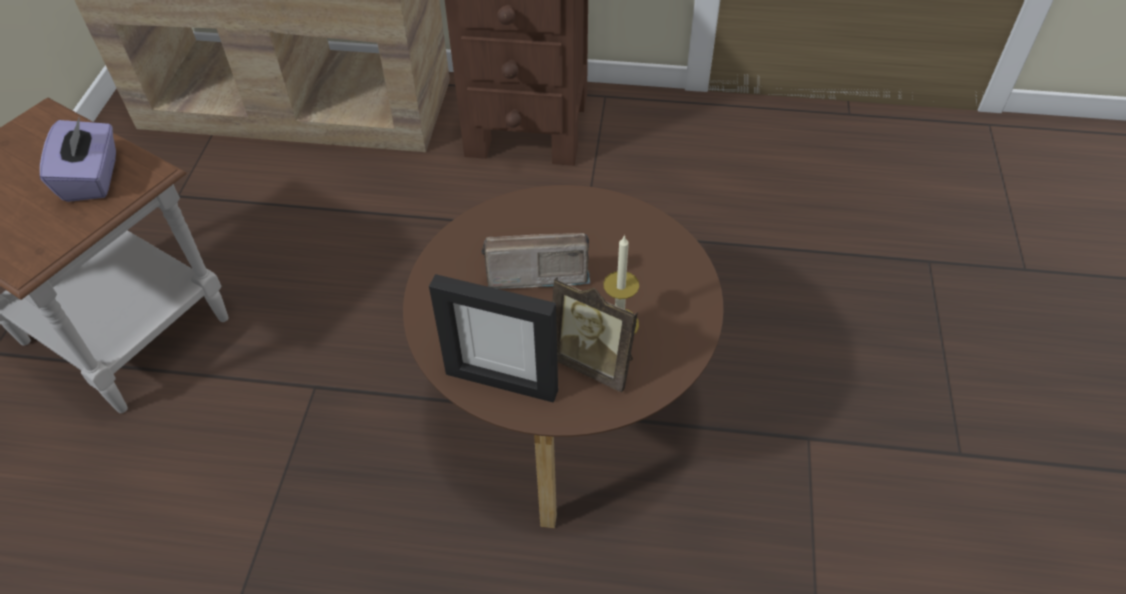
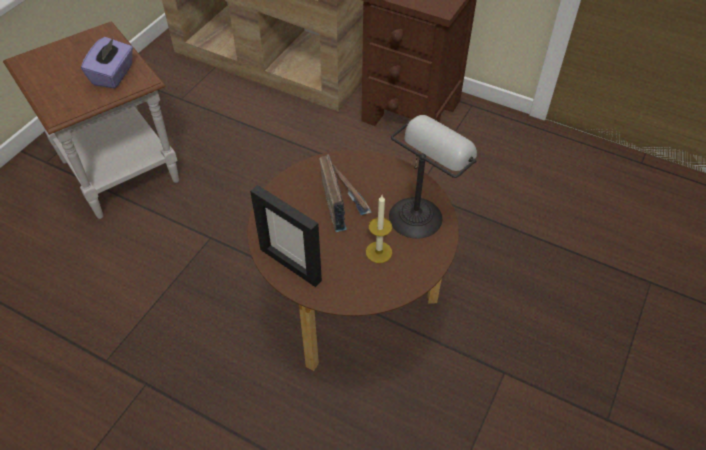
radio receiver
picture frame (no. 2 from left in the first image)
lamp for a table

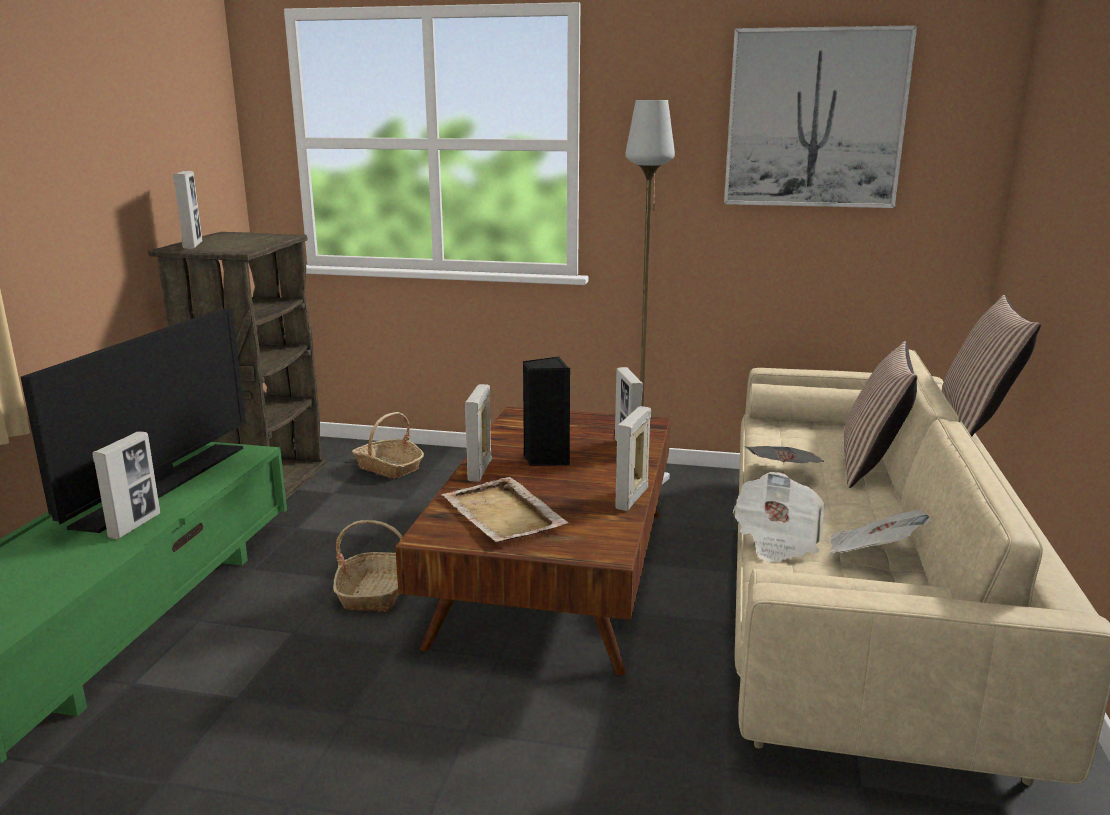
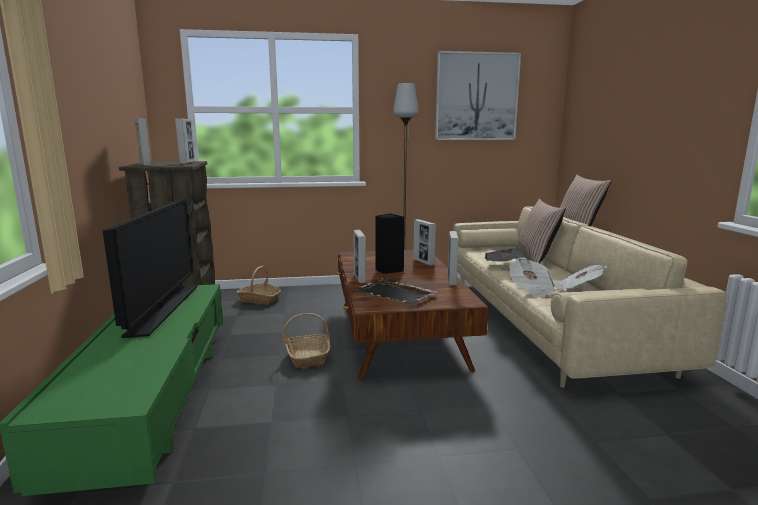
picture frame (no. 2 from left)
black-coloured tray

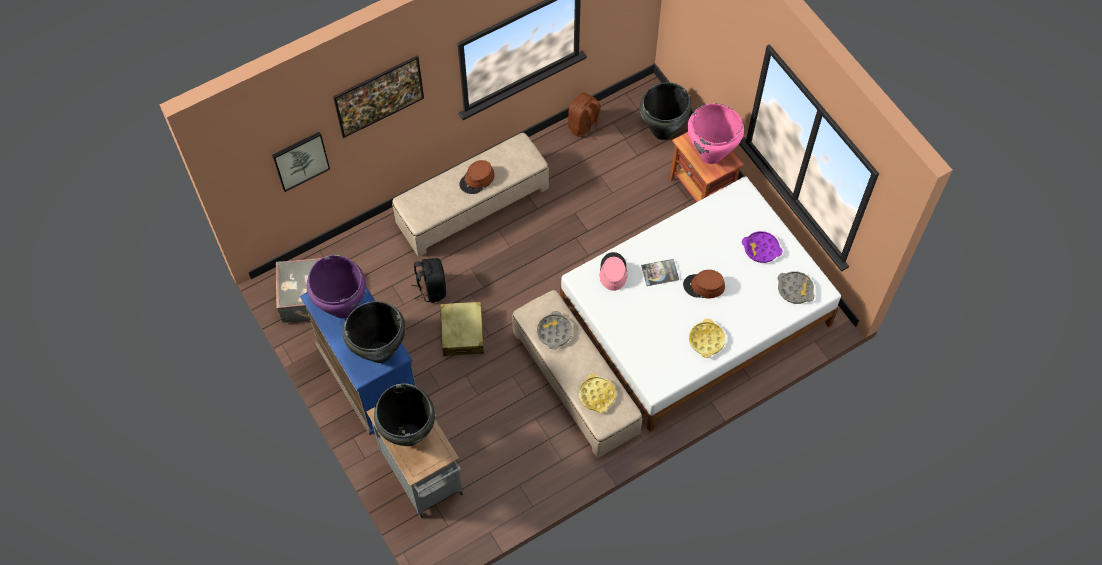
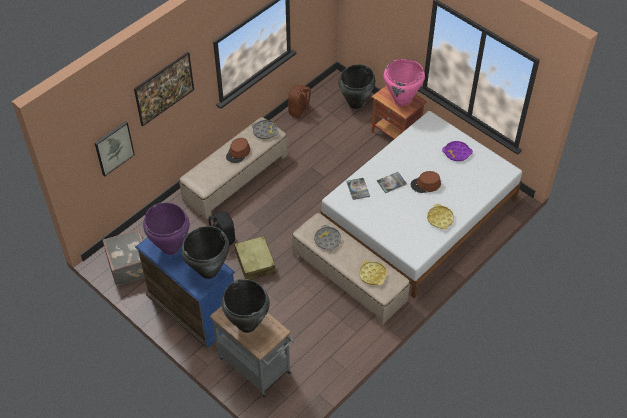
volume (no. 1 from left)
grey tray (no. 1 from left)

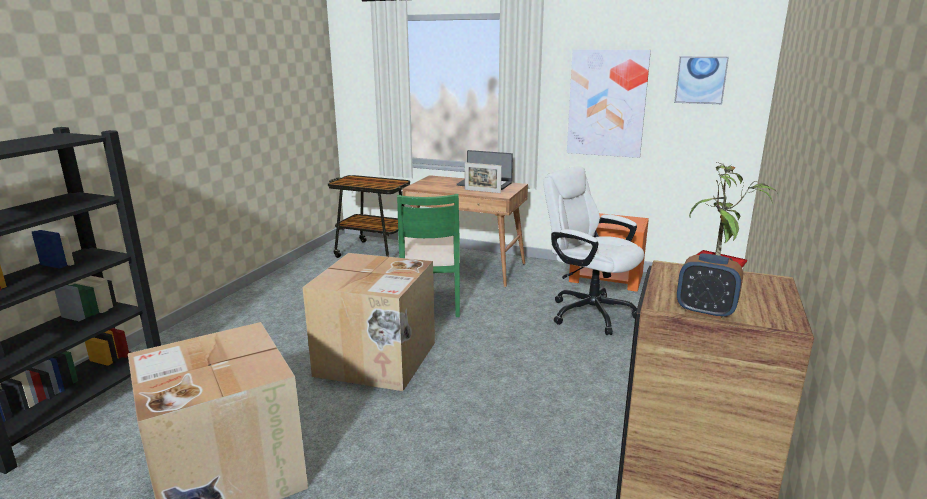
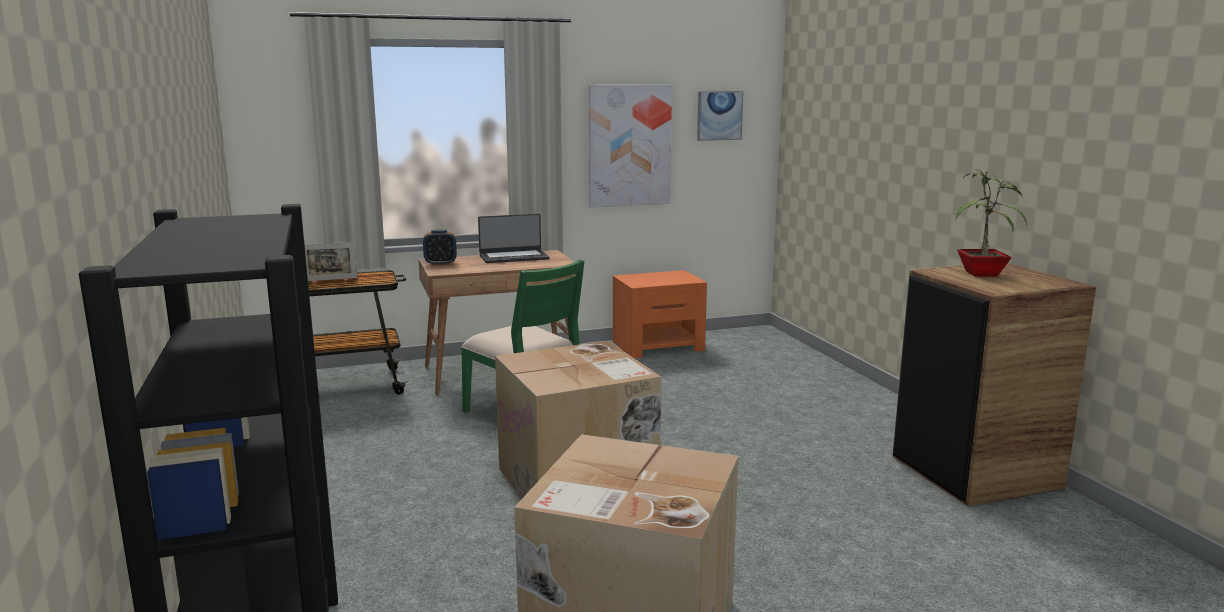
picture frame
whitish computer chair
bedside clock

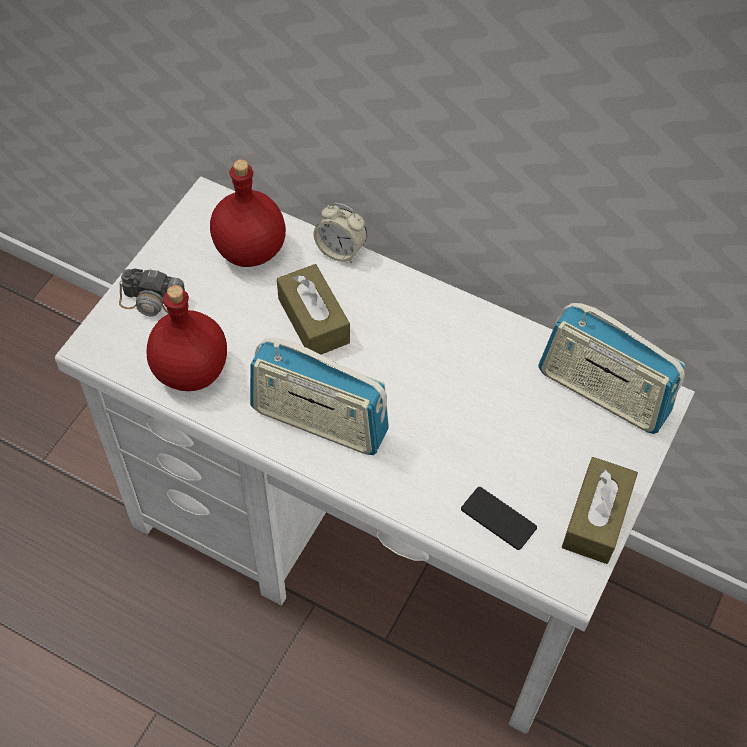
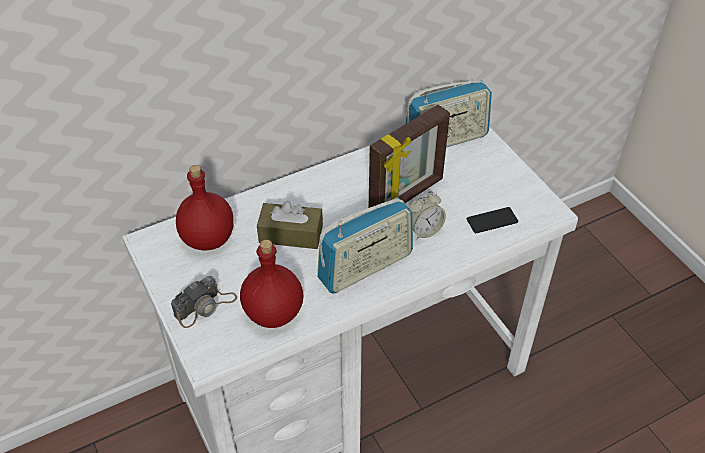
bedside clock
brown-coloured box of tissues (no. 2 from left in the first image)
picture frame

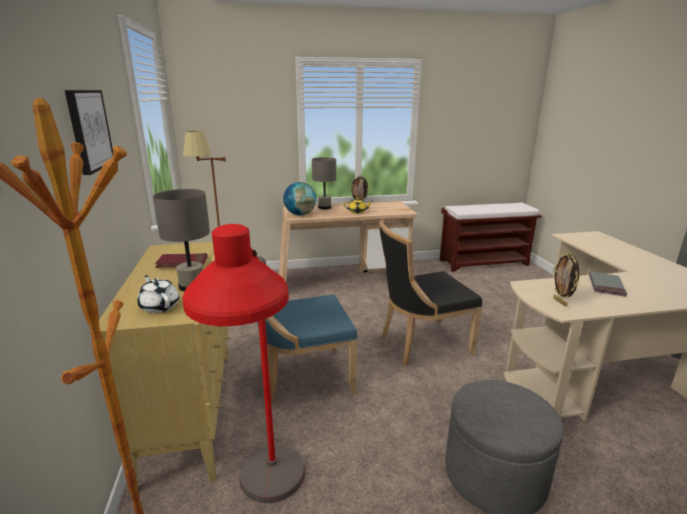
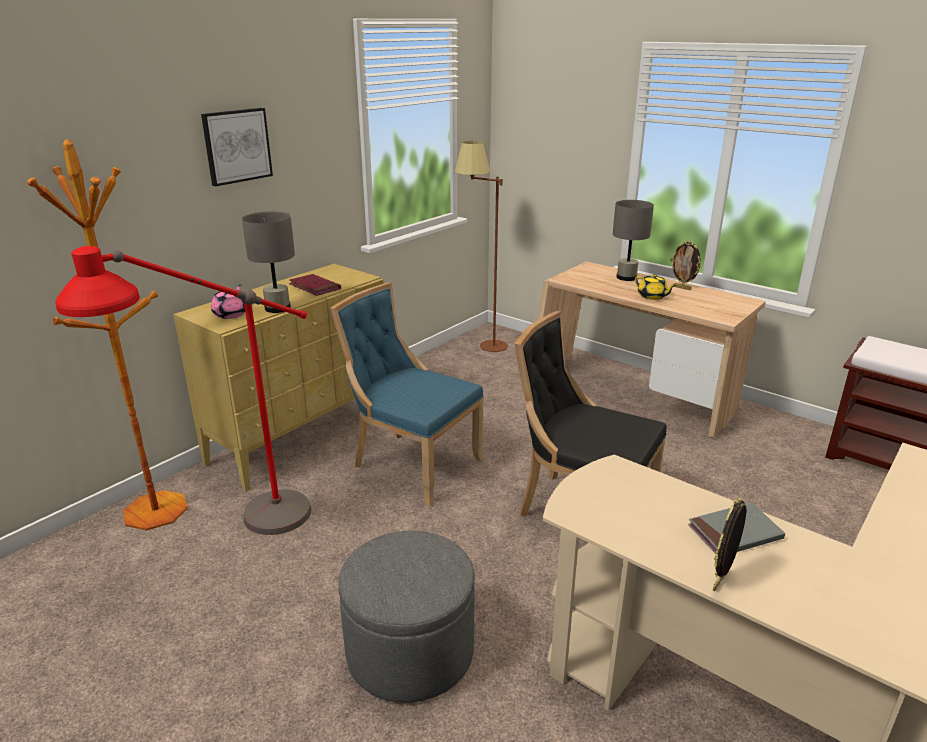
pinkish teapot
globe
picture frame (no. 2 from left)

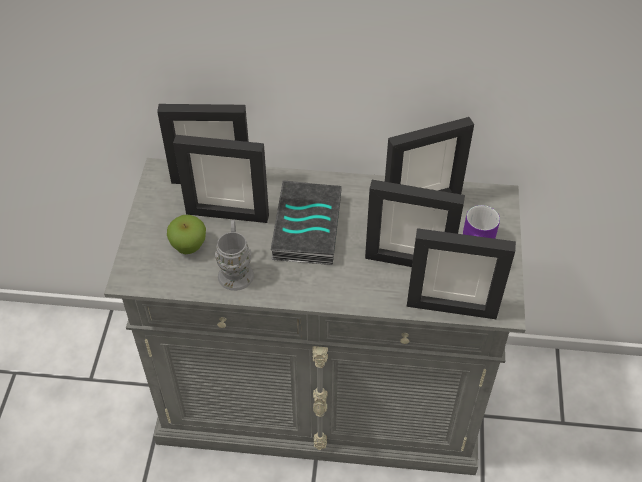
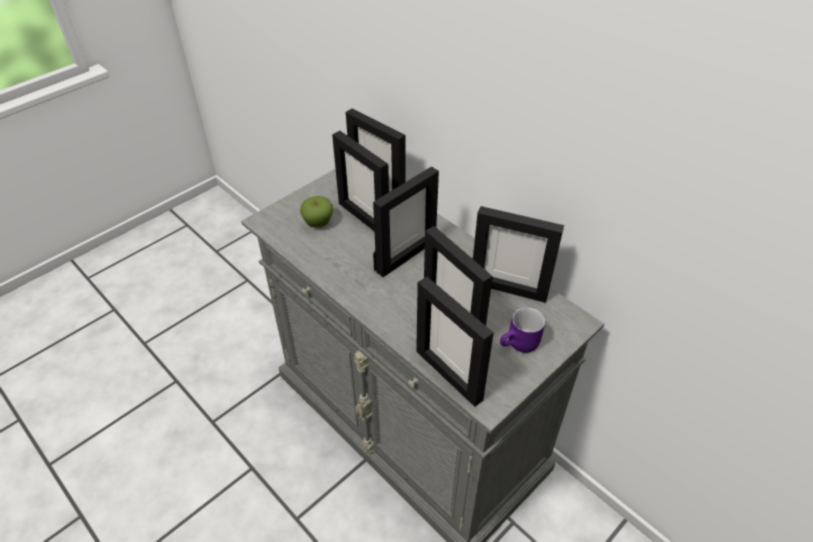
grey tea mug
picture frame (no. 3 from left)

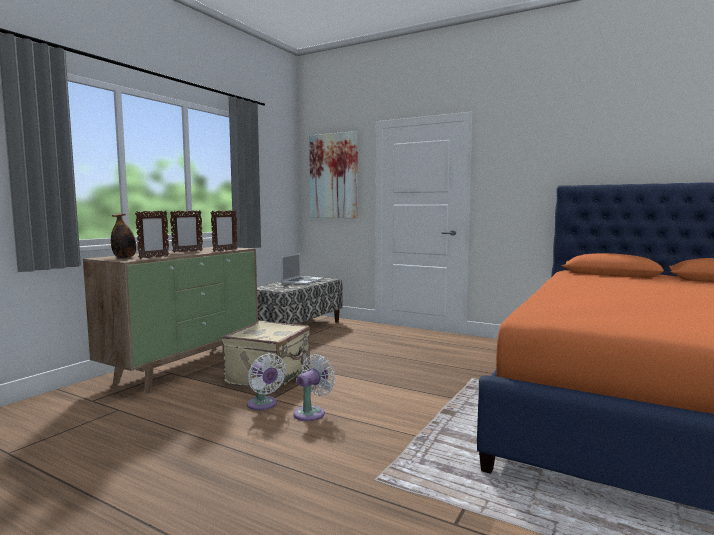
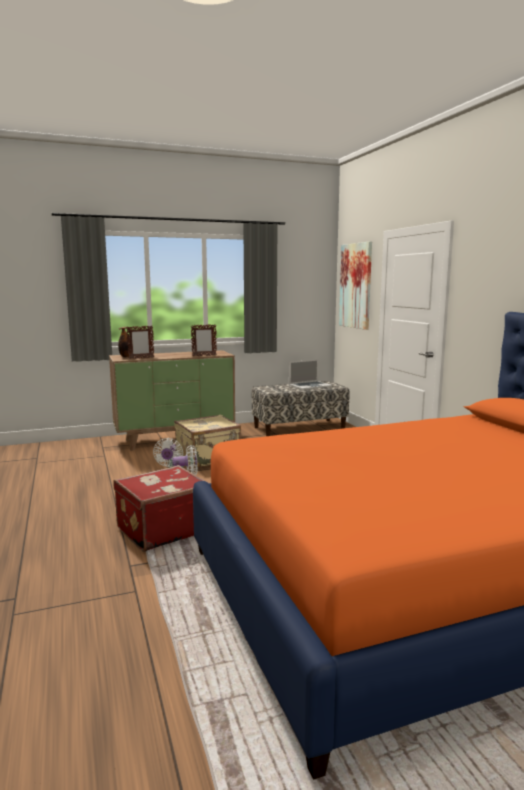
picture frame (no. 2 from left in the first image)
red-coloured piece of luggage

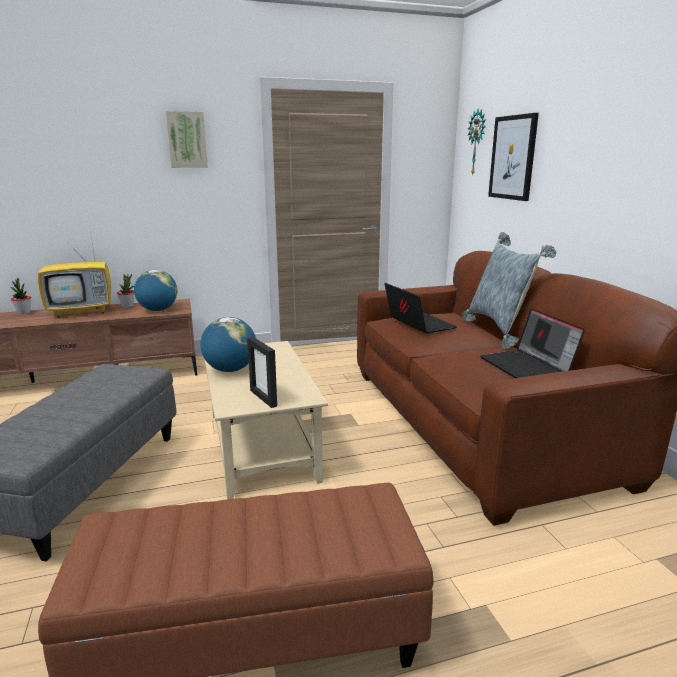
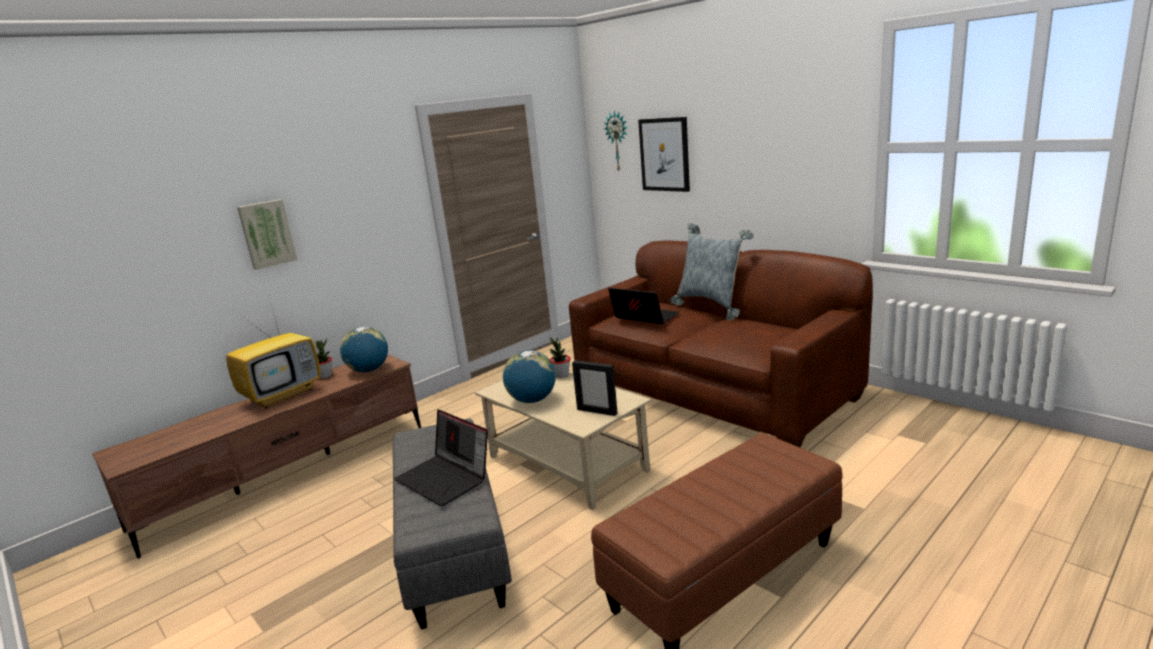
houseplant (no. 2 from left)
wall art (no. 1 from left)
laptop (no. 1 from left)

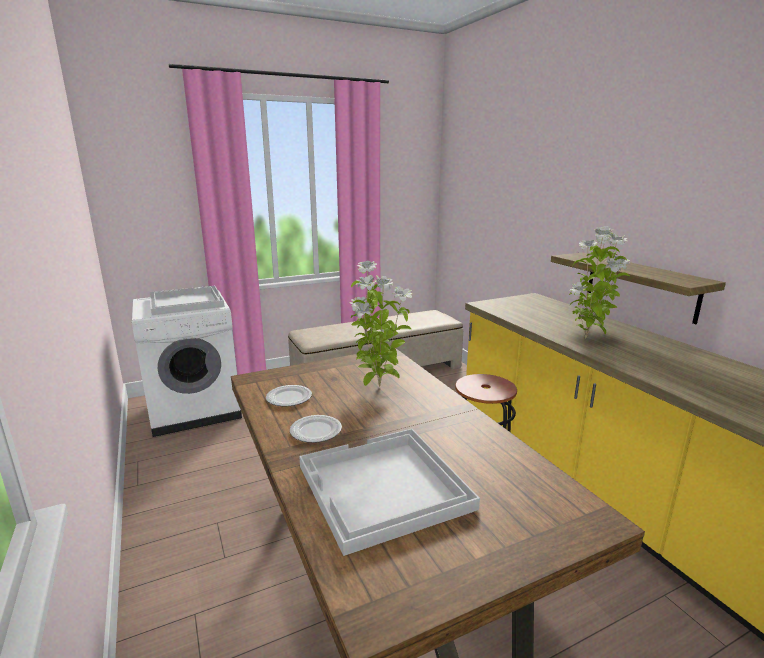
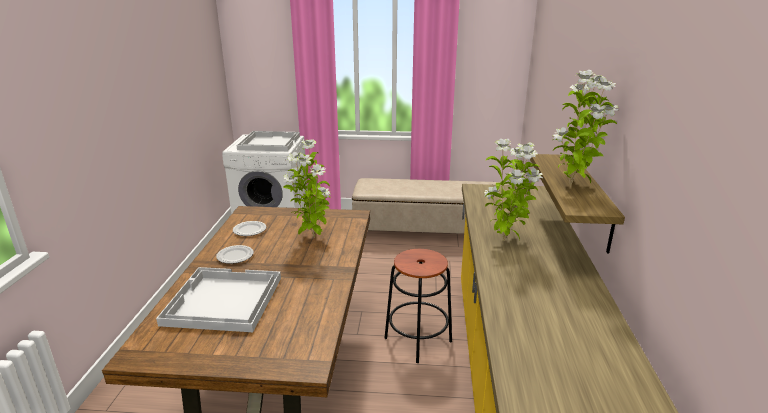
houseplant (no. 3 from left)

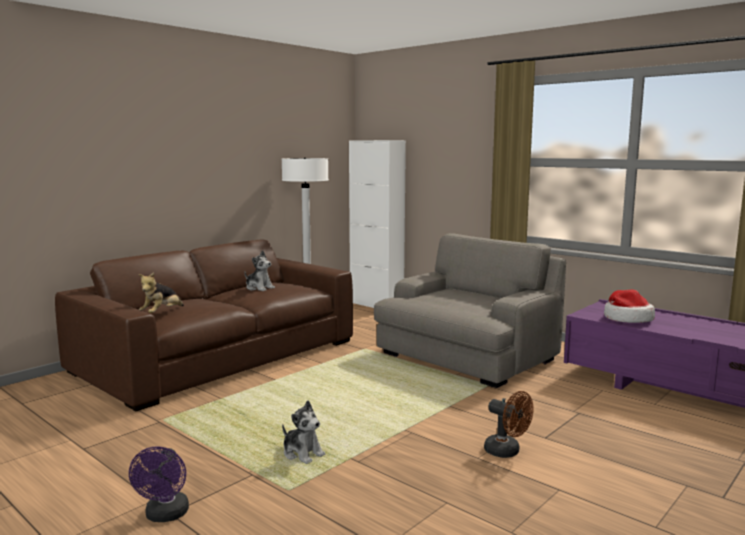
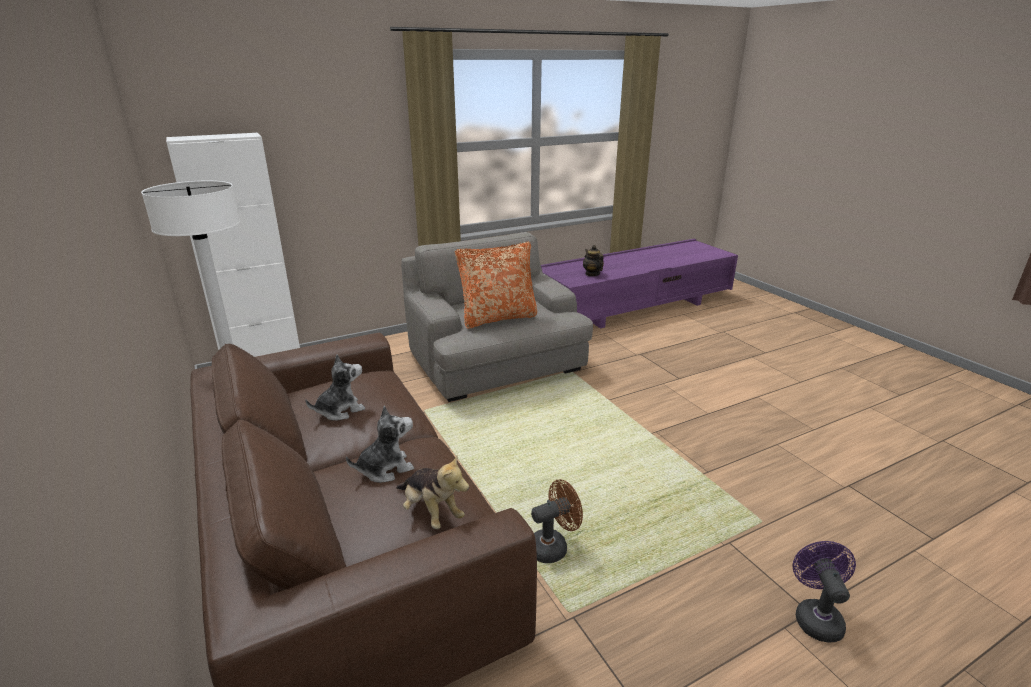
purple-coloured electric fan
soft toy (no. 2 from left)
brown-coloured electric fan
teapot
orange pillow

